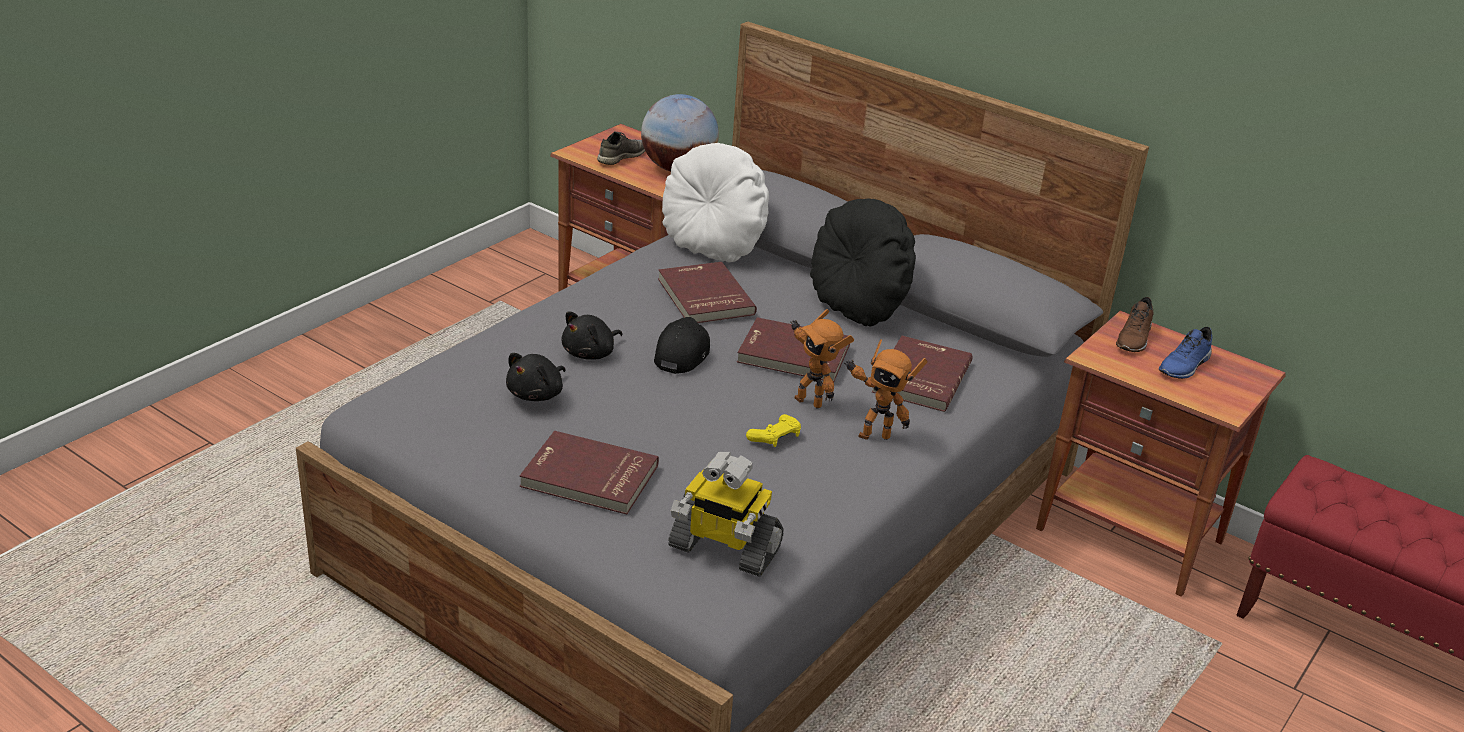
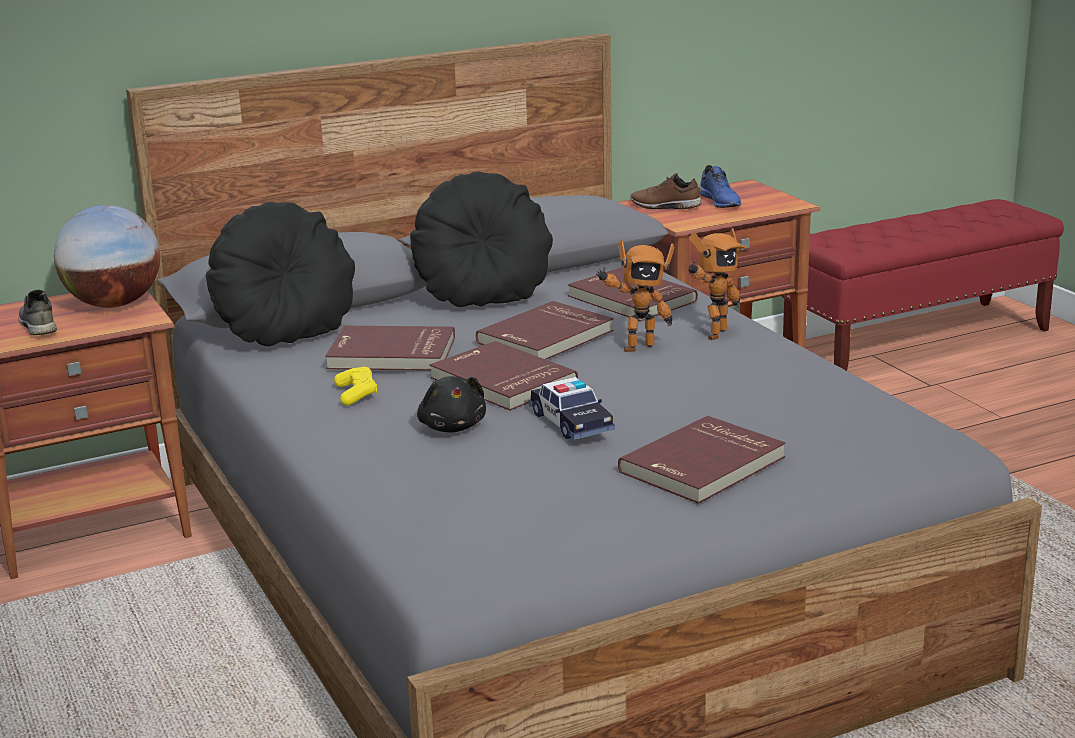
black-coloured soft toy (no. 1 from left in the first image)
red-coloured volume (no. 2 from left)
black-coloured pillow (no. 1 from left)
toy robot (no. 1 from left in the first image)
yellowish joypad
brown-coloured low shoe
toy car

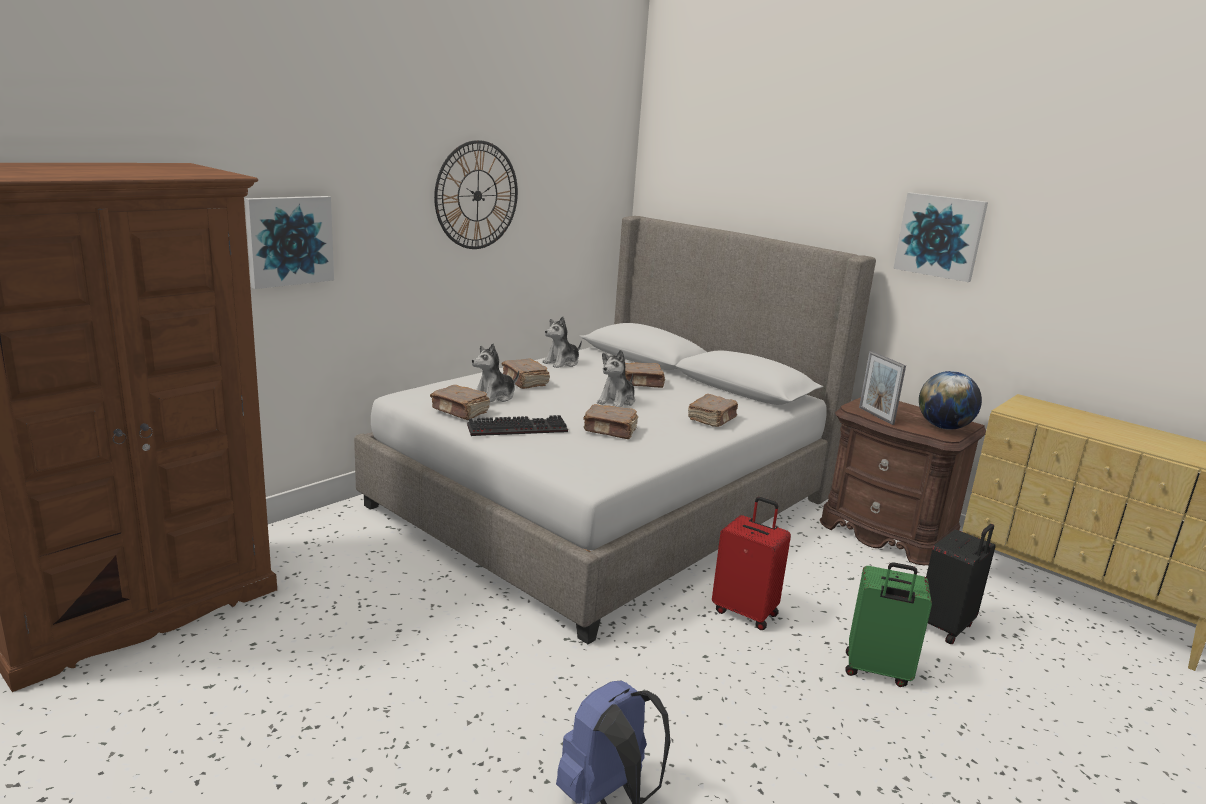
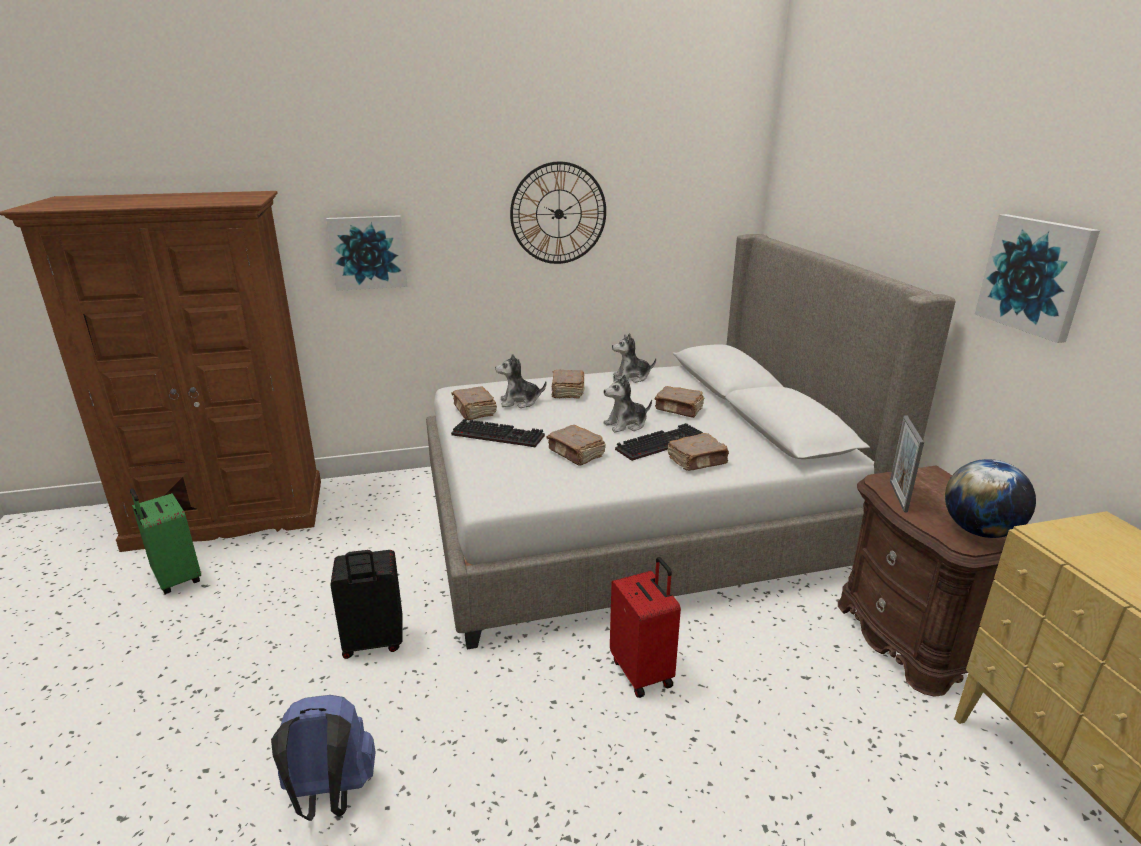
green piece of luggage
black-coloured piece of luggage
computer keyboard (no. 2 from left)

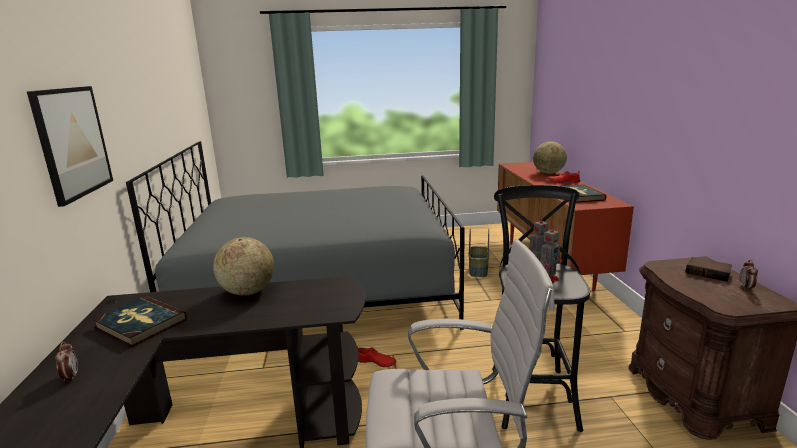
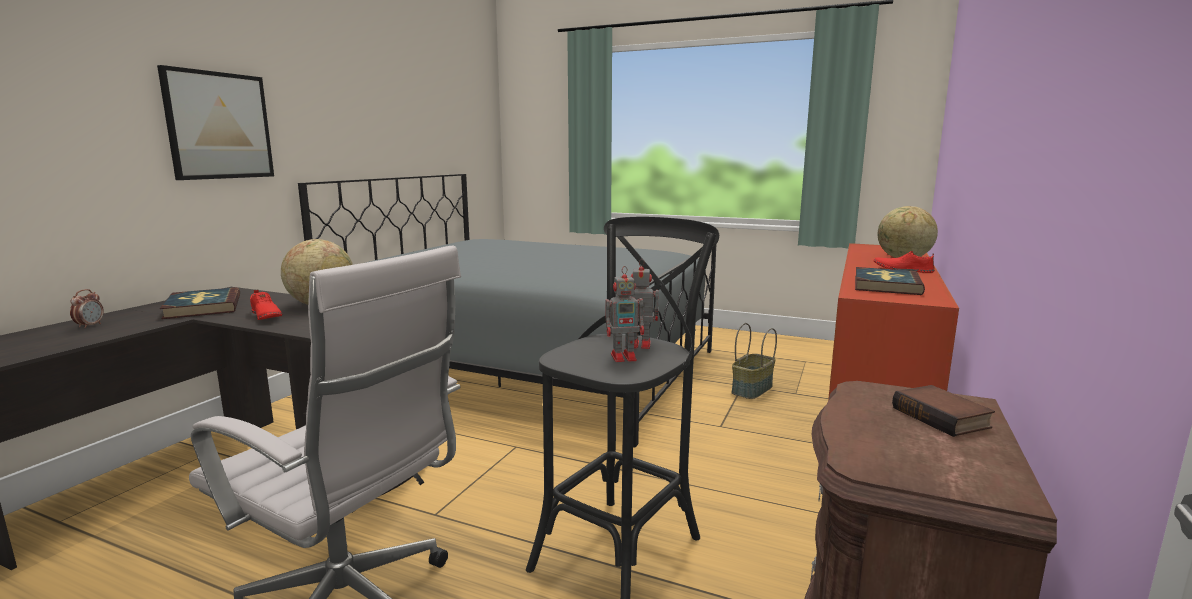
red-coloured low shoe (no. 1 from left)
bedside clock (no. 2 from left in the first image)

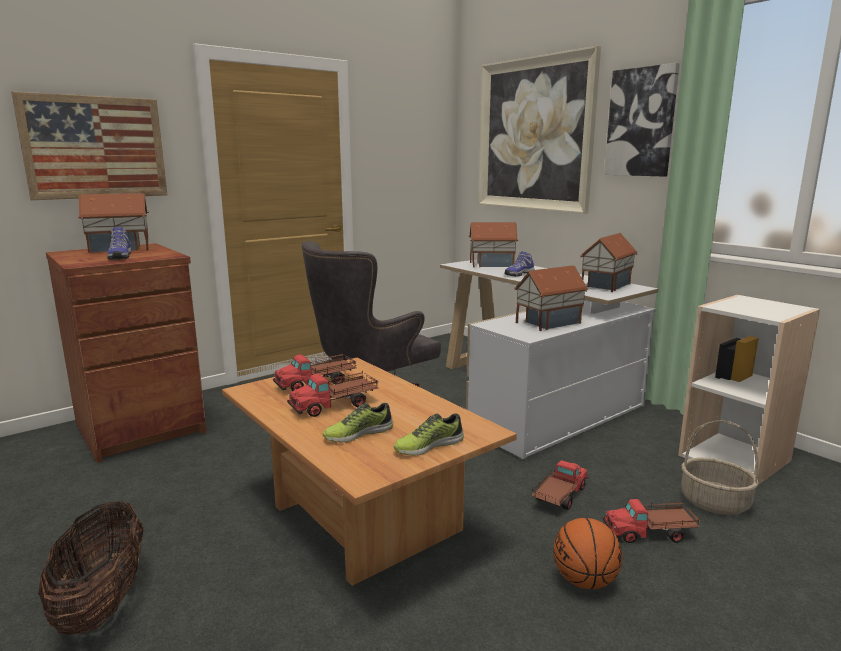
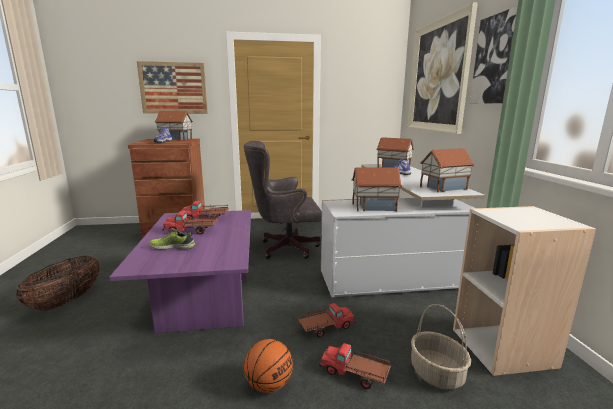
purple-coloured coffee table
low shoe (no. 3 from left in the first image)

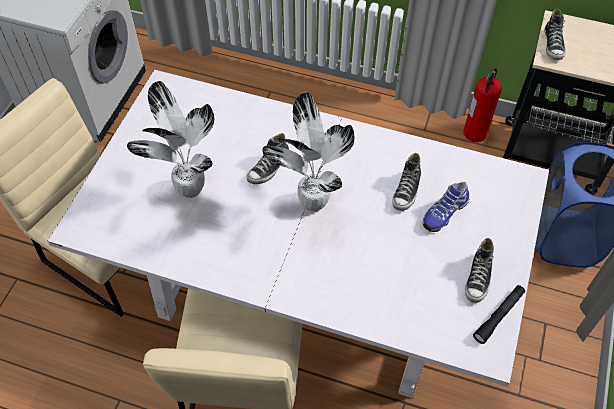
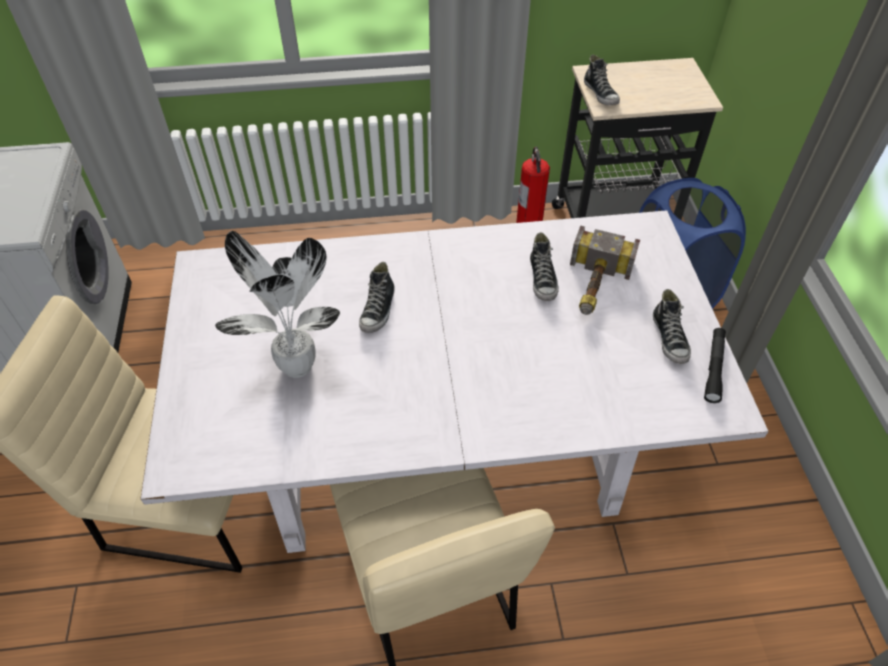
houseplant (no. 2 from left in the first image)
hand hammer

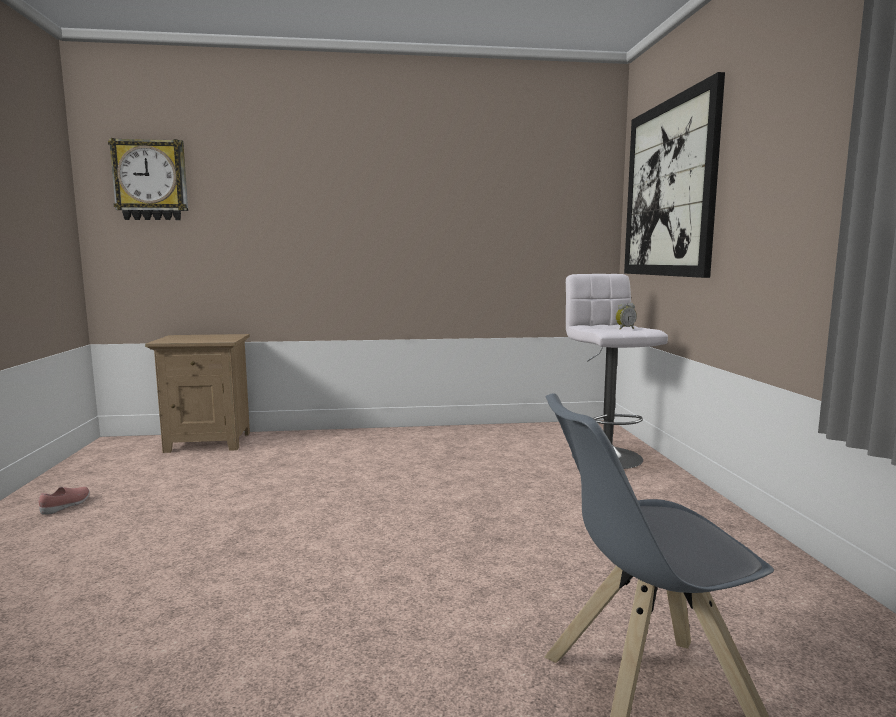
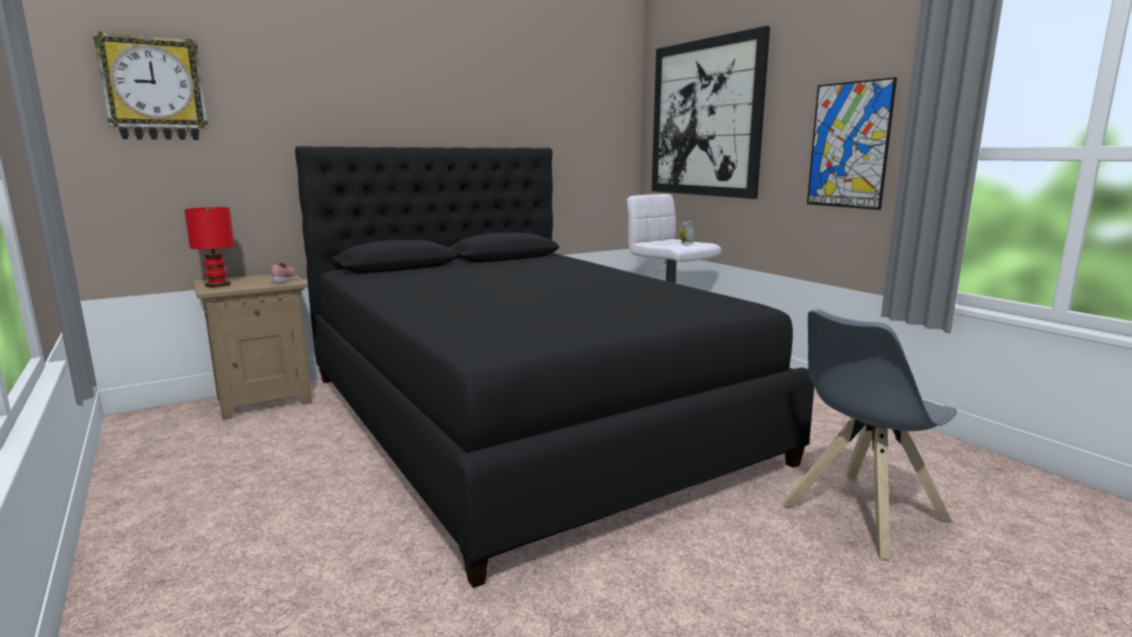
pinkish low shoe
red-coloured lamp for a table
black-coloured bed
wall art (no. 2 from left)

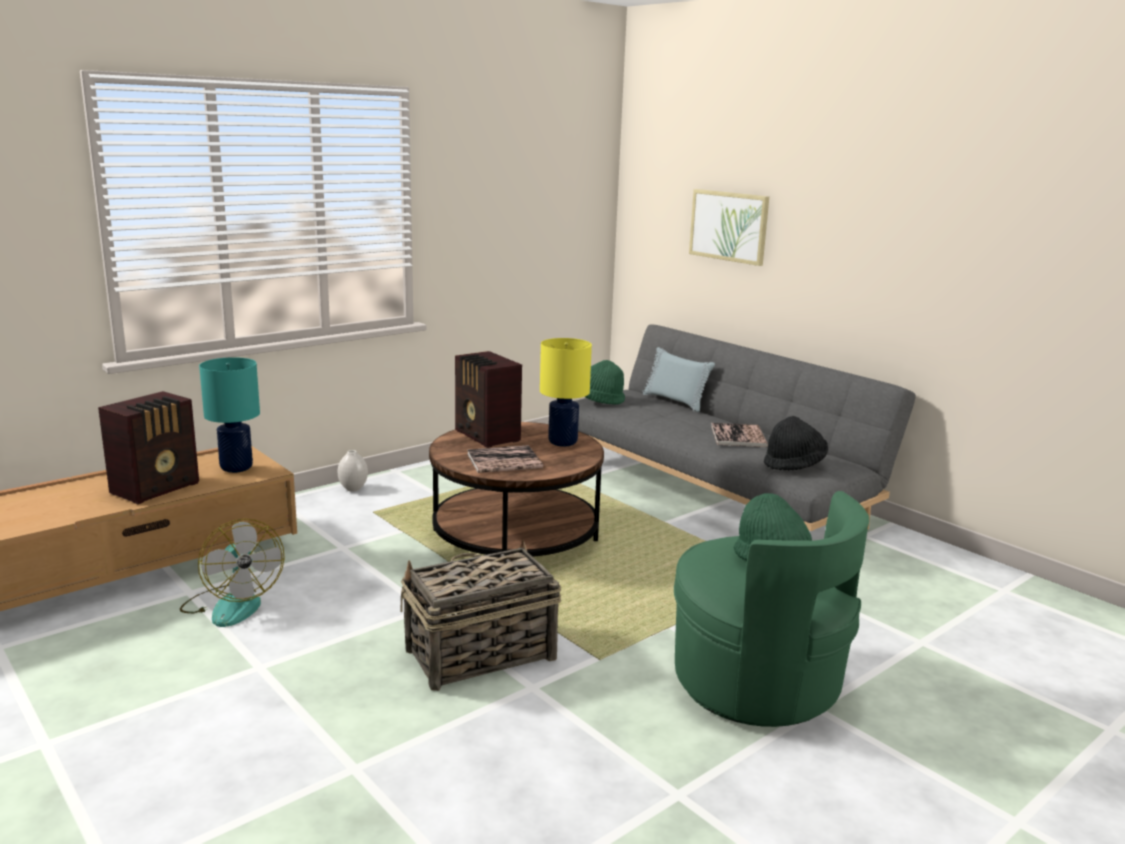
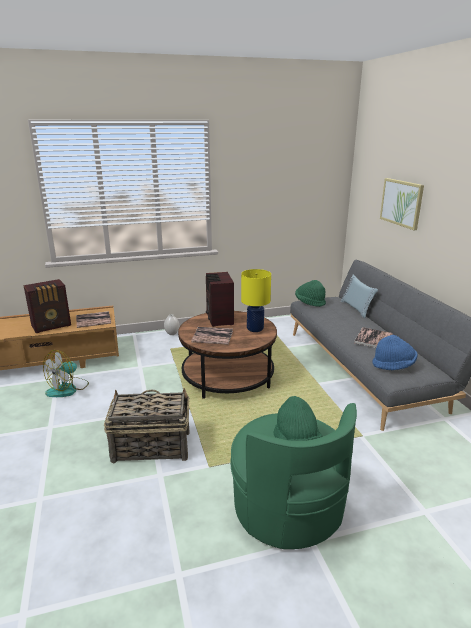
electric fan
volume (no. 1 from left)
bluish hat

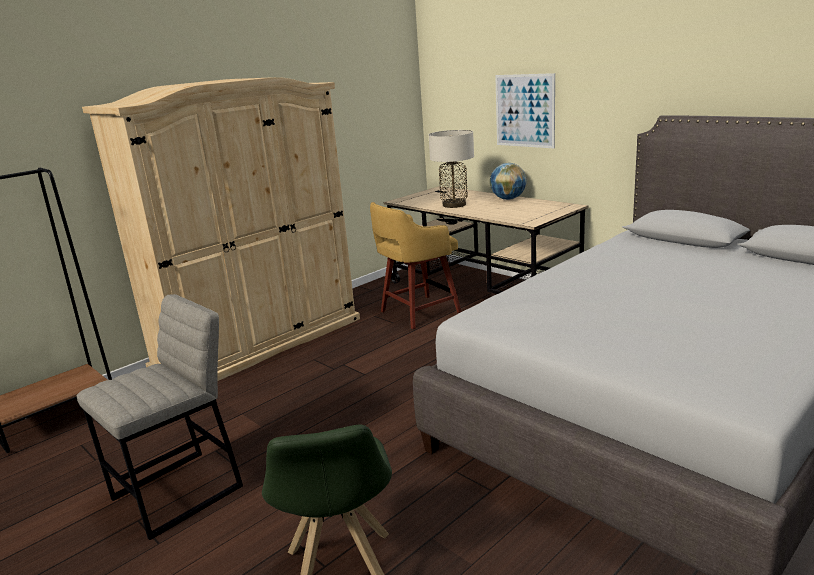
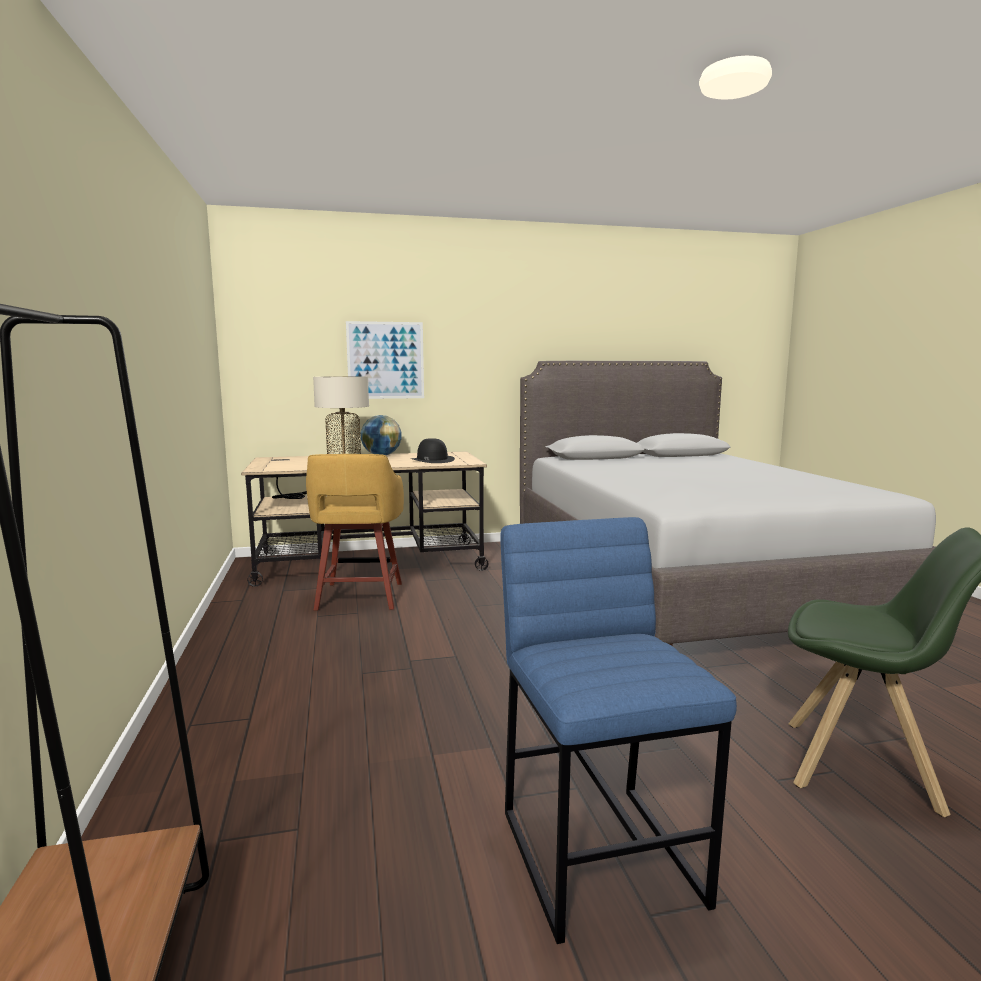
bluish upright chair
beige clothes cupboard
black-coloured hat

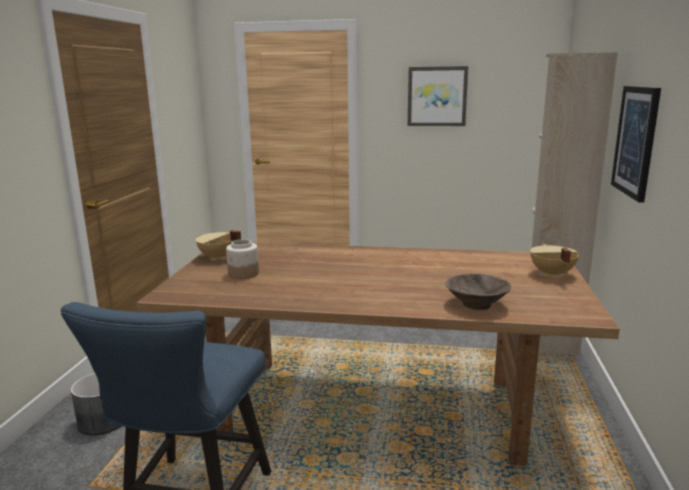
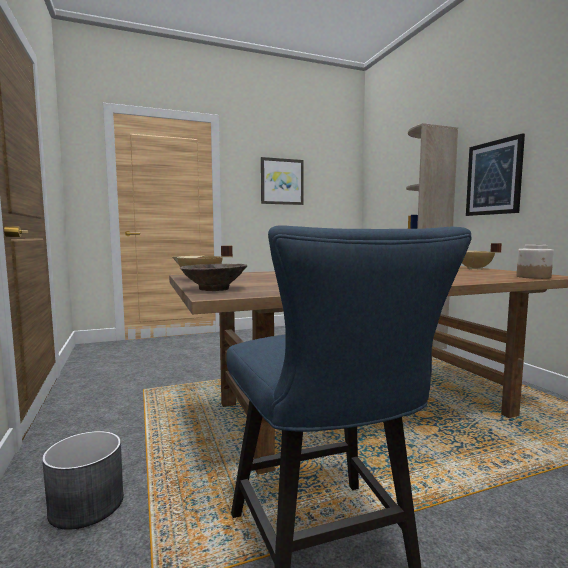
storage jar
brown-coloured serving bowl

